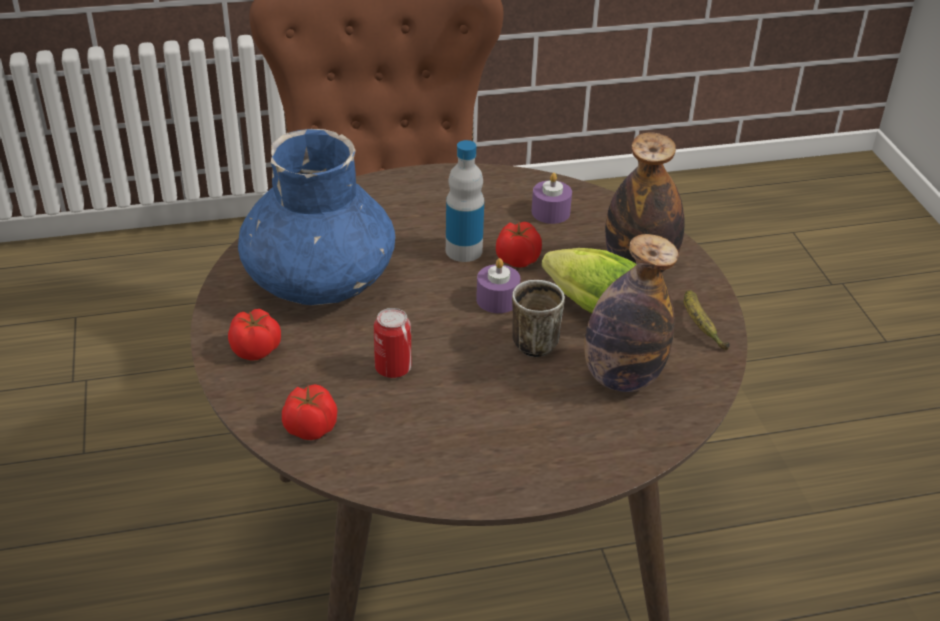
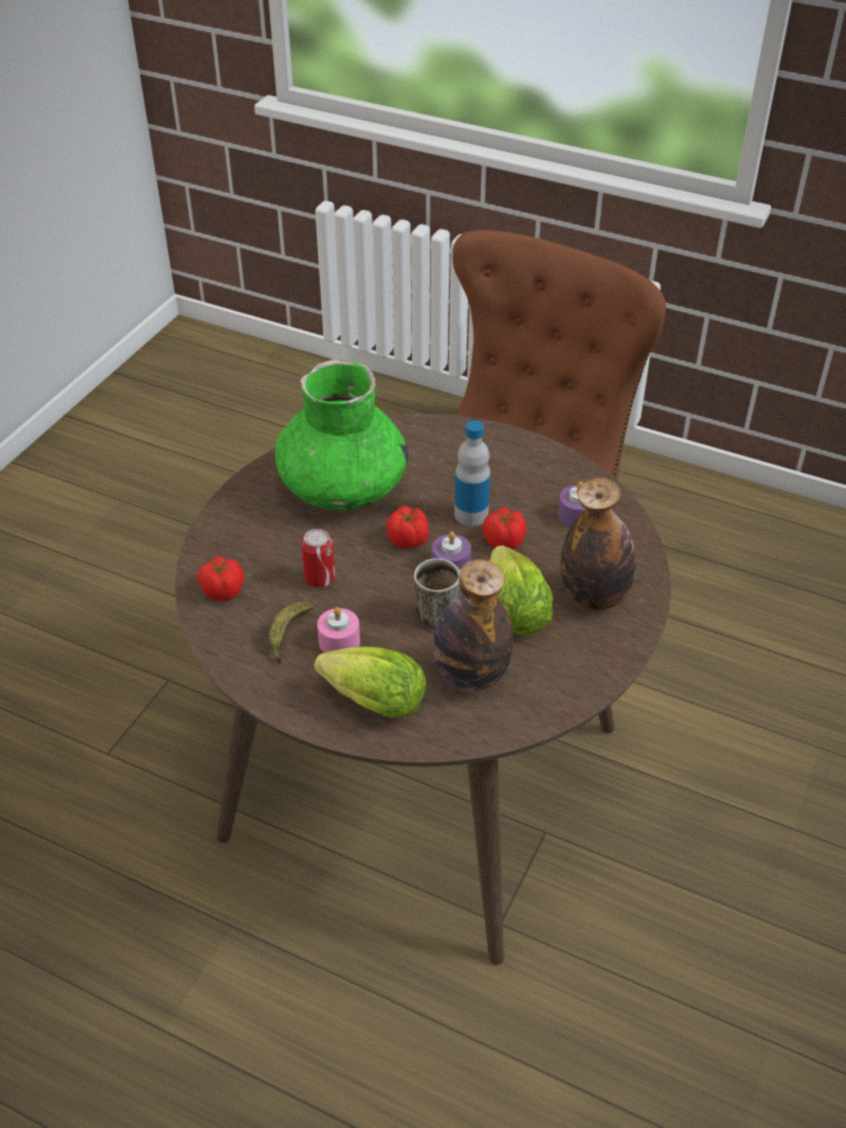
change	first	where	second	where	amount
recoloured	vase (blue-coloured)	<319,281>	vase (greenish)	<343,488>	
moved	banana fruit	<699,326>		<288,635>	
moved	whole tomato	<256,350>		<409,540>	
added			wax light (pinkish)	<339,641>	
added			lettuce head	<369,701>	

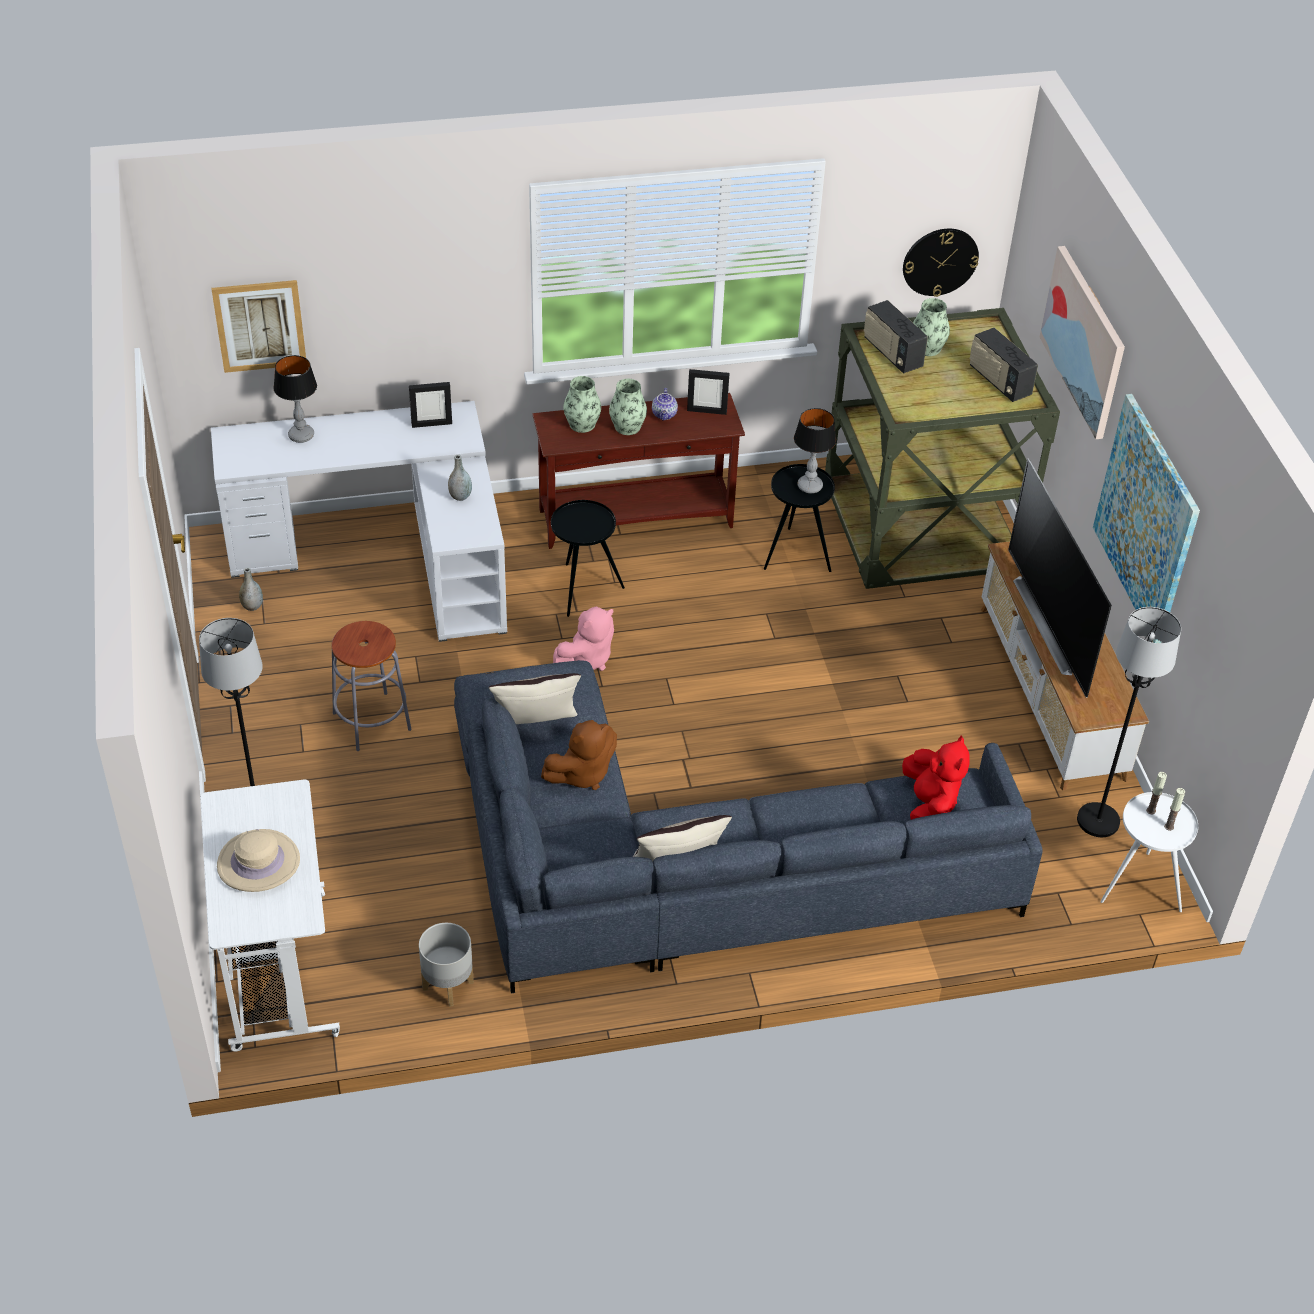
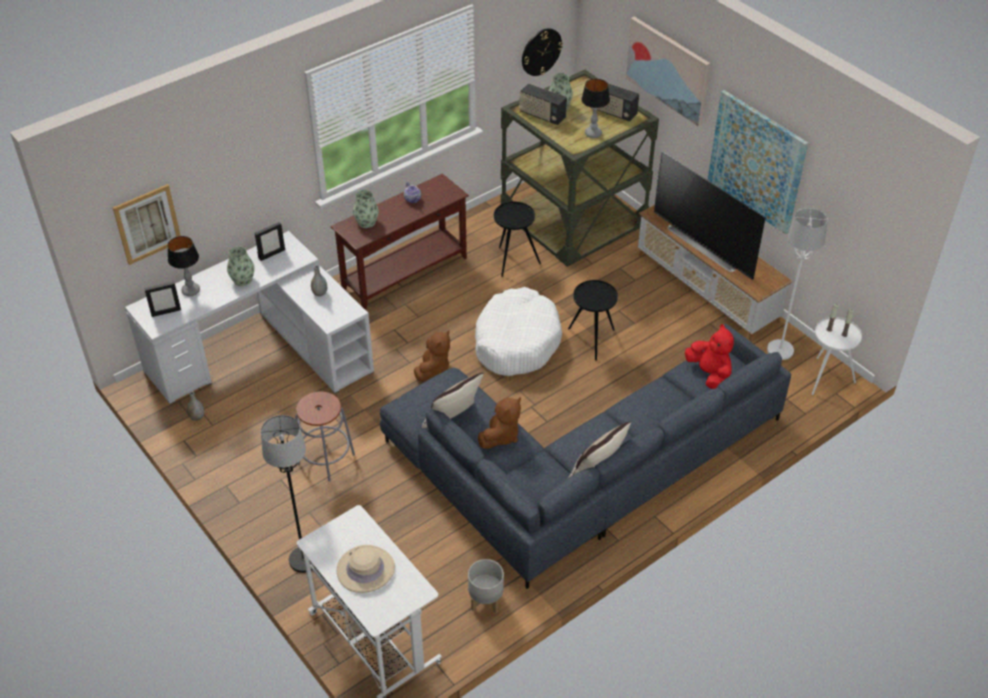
change	first	where	second	where	amount
moved	photo frame	<707,410>		<166,311>	
moved	vase	<627,427>		<243,279>	
moved	tabletop lamp	<809,486>		<593,134>	
moved	end table (blackish)	<583,591>		<591,341>	
recoloured	plush toy (pinkish)	<587,658>	plush toy (brownish)	<433,368>	
recoloured	floor lamp (blackish)	<1098,821>	floor lamp (white)	<780,350>	
added			pet bed (white)	<516,342>	

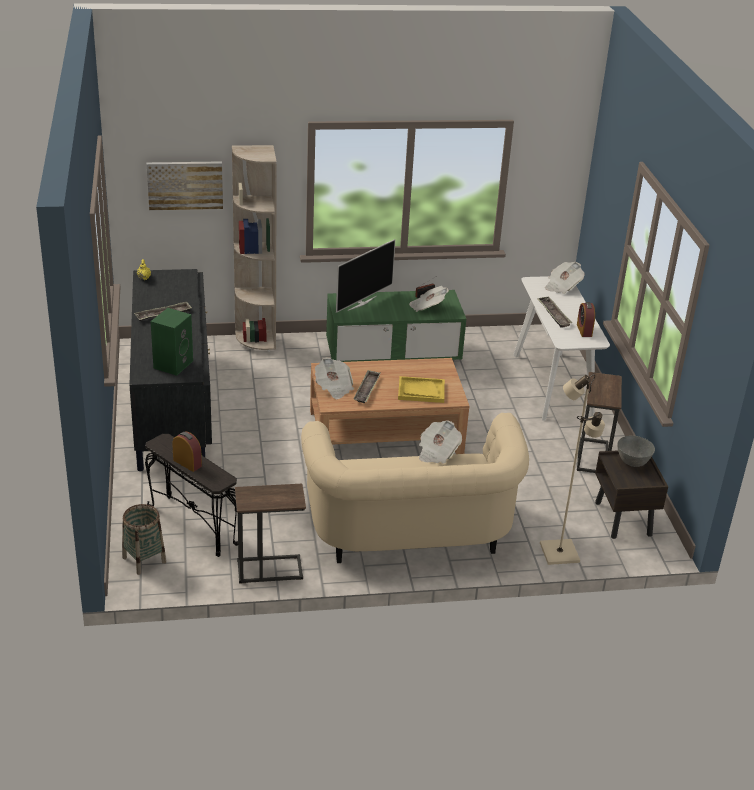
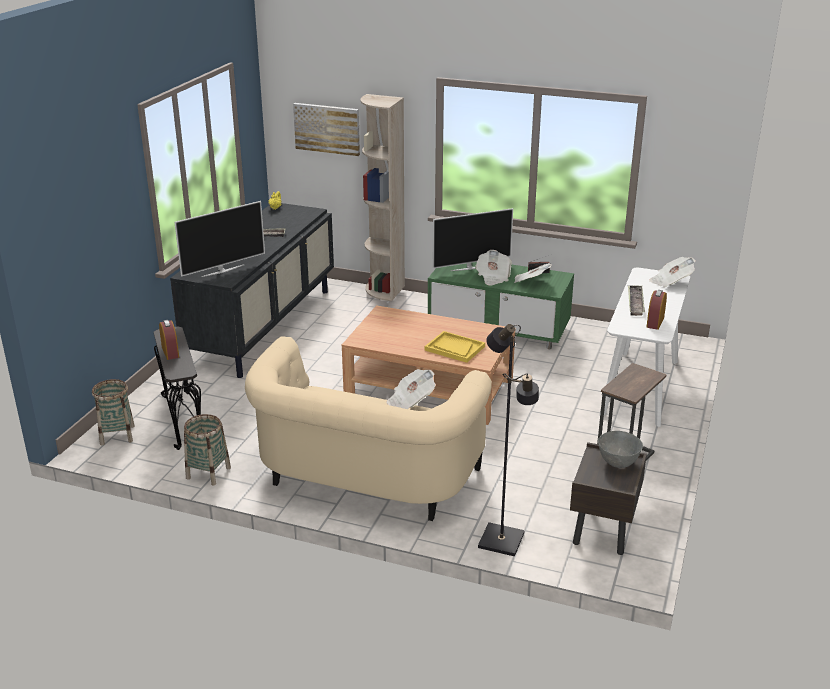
change	first	where	second	where	amount
replaced	speaker (greenish)	<173,364>	television	<222,270>	
moved	printed paper	<334,387>		<493,277>	
removed	serving tray	<367,389>			
recoloured	floor lamp (beige-coloured)	<559,553>	floor lamp (blackish)	<501,540>	
replaced	end table (brownish)	<269,570>	basket	<208,473>	

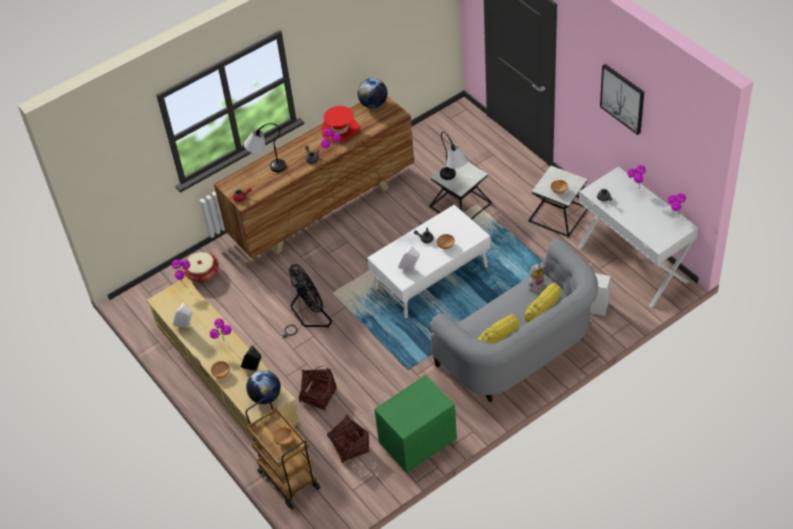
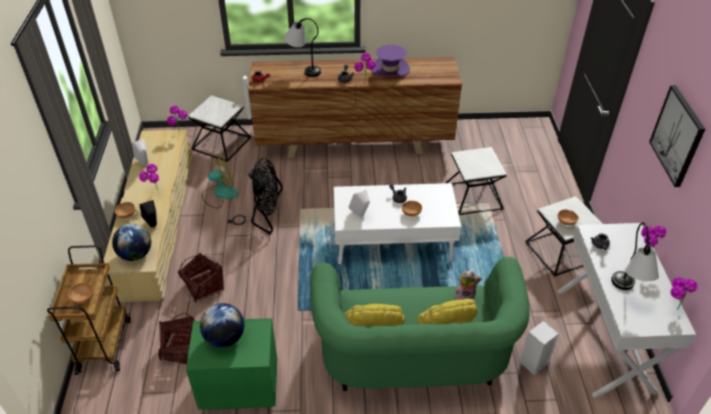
change	first	where	second	where	amount
moved	world globe	<373,104>		<225,338>	
recoloured	clothing hat (red-coloured)	<340,129>	clothing hat (purple)	<390,69>	
moved	tabletop lamp	<453,180>		<626,293>	
recoloured	settee (grey)	<517,352>	settee (greenish)	<413,357>	
replaced	basket	<202,273>	end table	<221,143>	
added			electric fan	<220,193>	

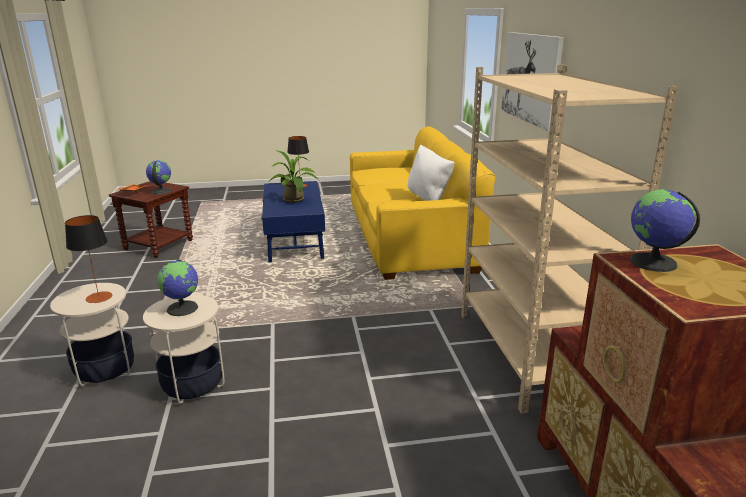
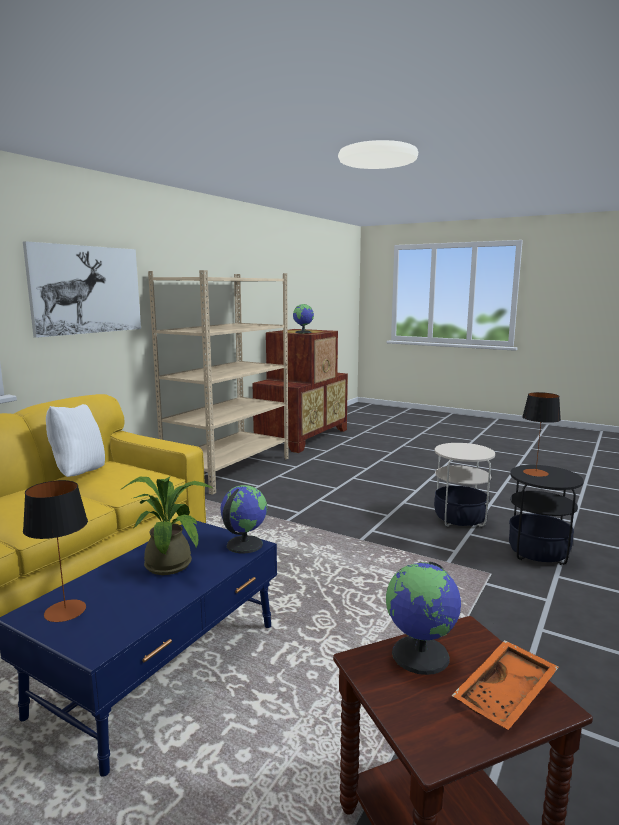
change	first	where	second	where	amount
moved	world globe	<183,308>		<244,544>	
recoloured	end table (beige-coloured)	<105,370>	end table (blackish)	<537,553>	

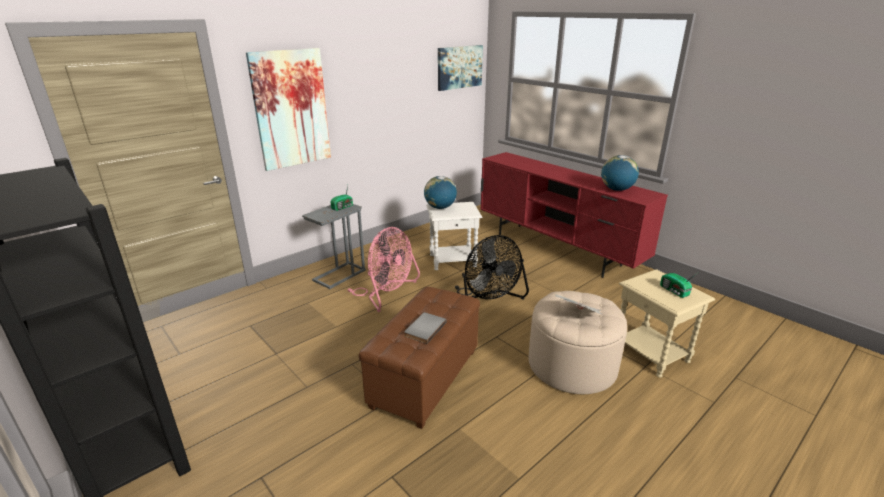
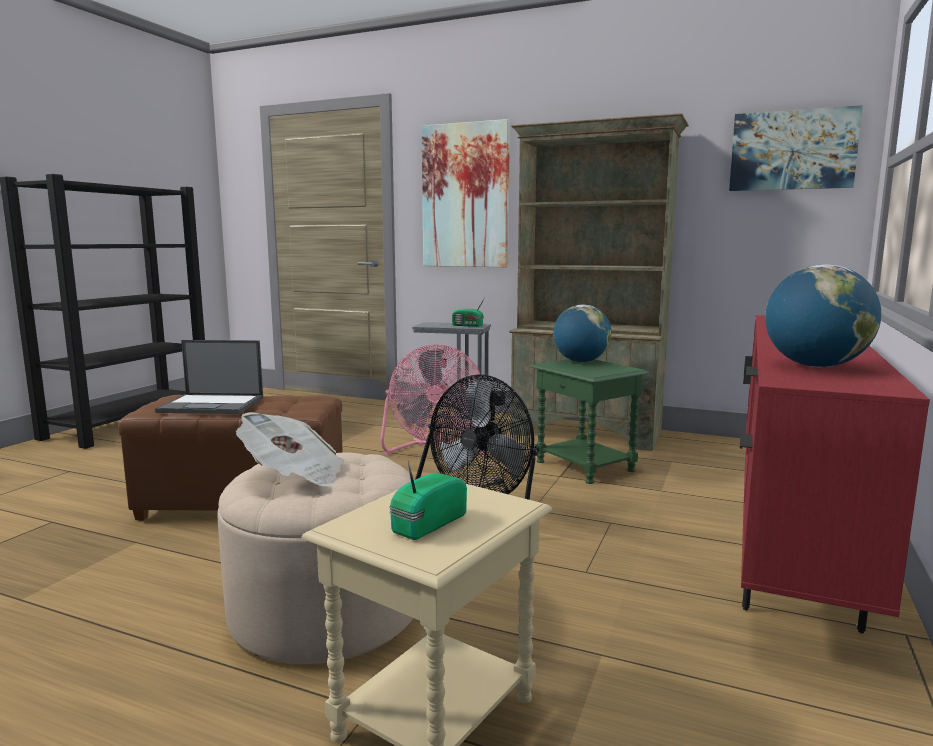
change	first	where	second	where	amount
recoloured	end table (white)	<452,260>	end table (greenish)	<586,466>	
replaced	bound book (grey)	<424,329>	notebook computer	<213,405>	
added			shelving unit (greenish)	<587,432>	

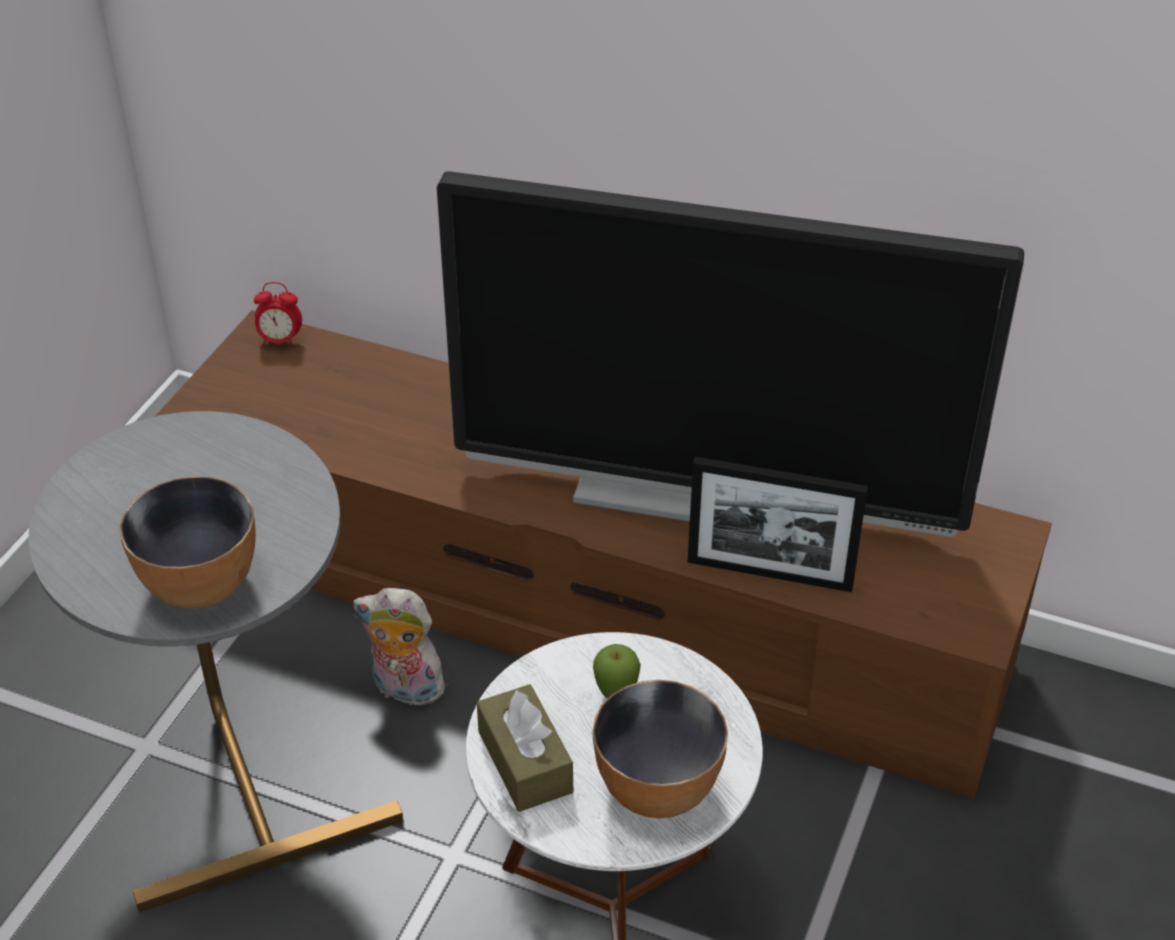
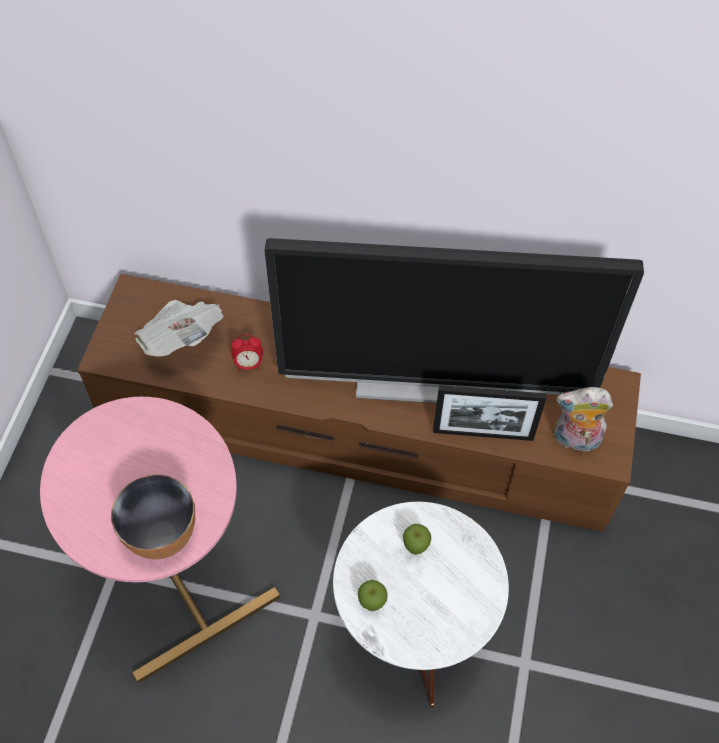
change	first	where	second	where	amount
moved	alarm clock	<280,341>		<249,364>	
recoloured	end table (grey)	<241,773>	end table (pinkish)	<176,579>	
moved	plush toy	<404,689>		<575,440>	
removed	serving bowl	<656,789>			
replaced	box of tissues (brownish)	<525,762>	whole apple	<372,604>	
added			printed paper	<181,339>	

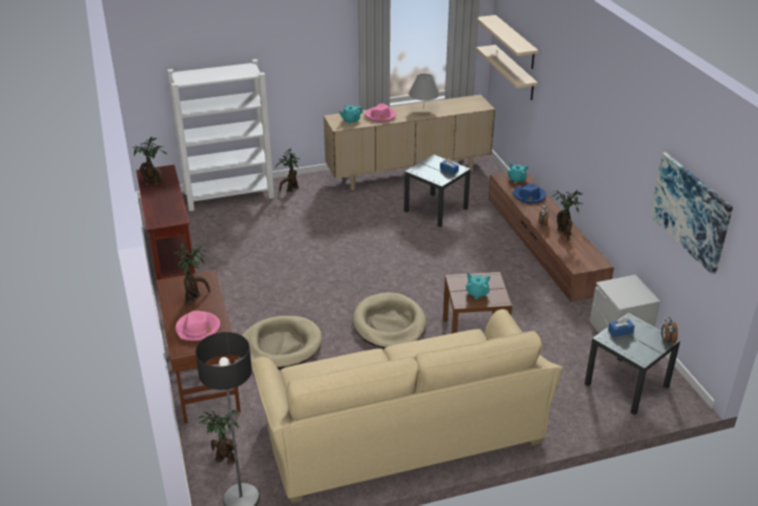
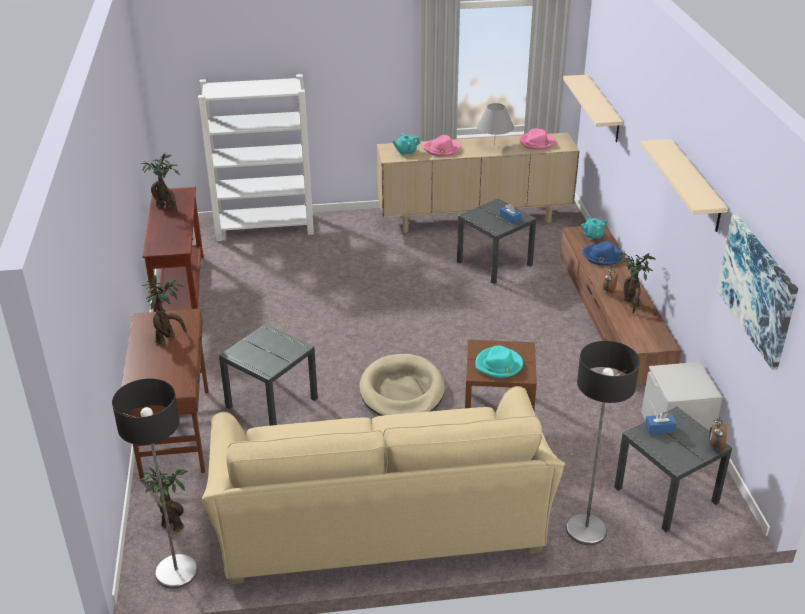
change	first	where	second	where	amount
moved	shelf (beige-coloured)	<515,42>		<695,185>	
removed	potted plant	<290,190>			
replaced	teapot (turquoise)	<477,293>	clothing hat (turquoise)	<499,365>	
moved	clothing hat (pinkish)	<198,328>		<537,143>	
replaced	pet bed (beige-coloured)	<280,346>	end table (grey)	<270,403>	
added			floor lamp	<586,530>	

